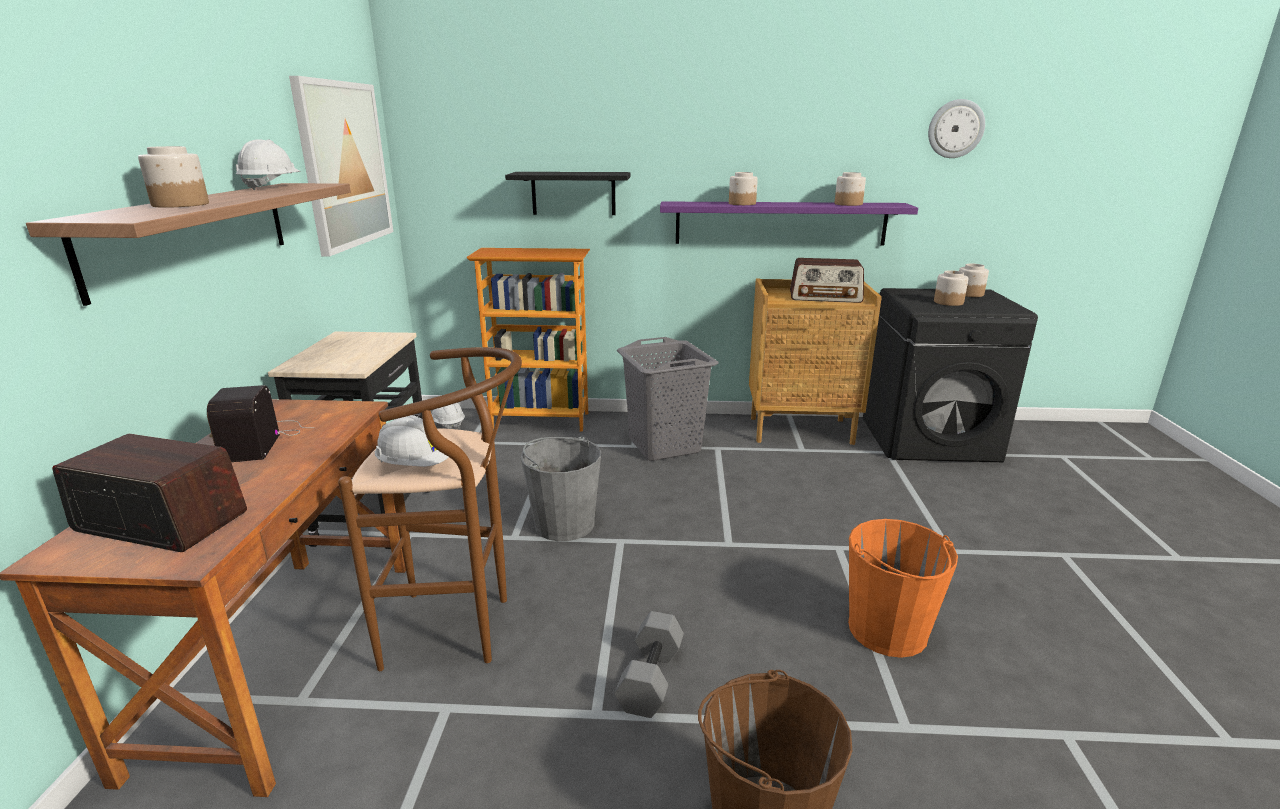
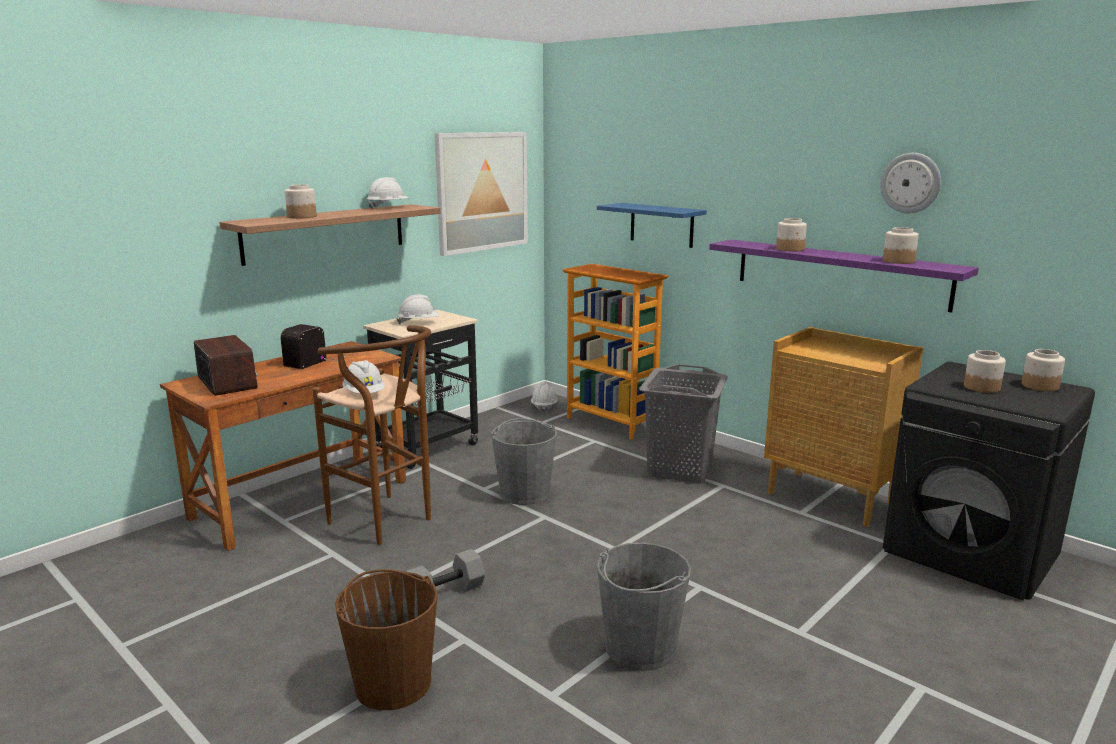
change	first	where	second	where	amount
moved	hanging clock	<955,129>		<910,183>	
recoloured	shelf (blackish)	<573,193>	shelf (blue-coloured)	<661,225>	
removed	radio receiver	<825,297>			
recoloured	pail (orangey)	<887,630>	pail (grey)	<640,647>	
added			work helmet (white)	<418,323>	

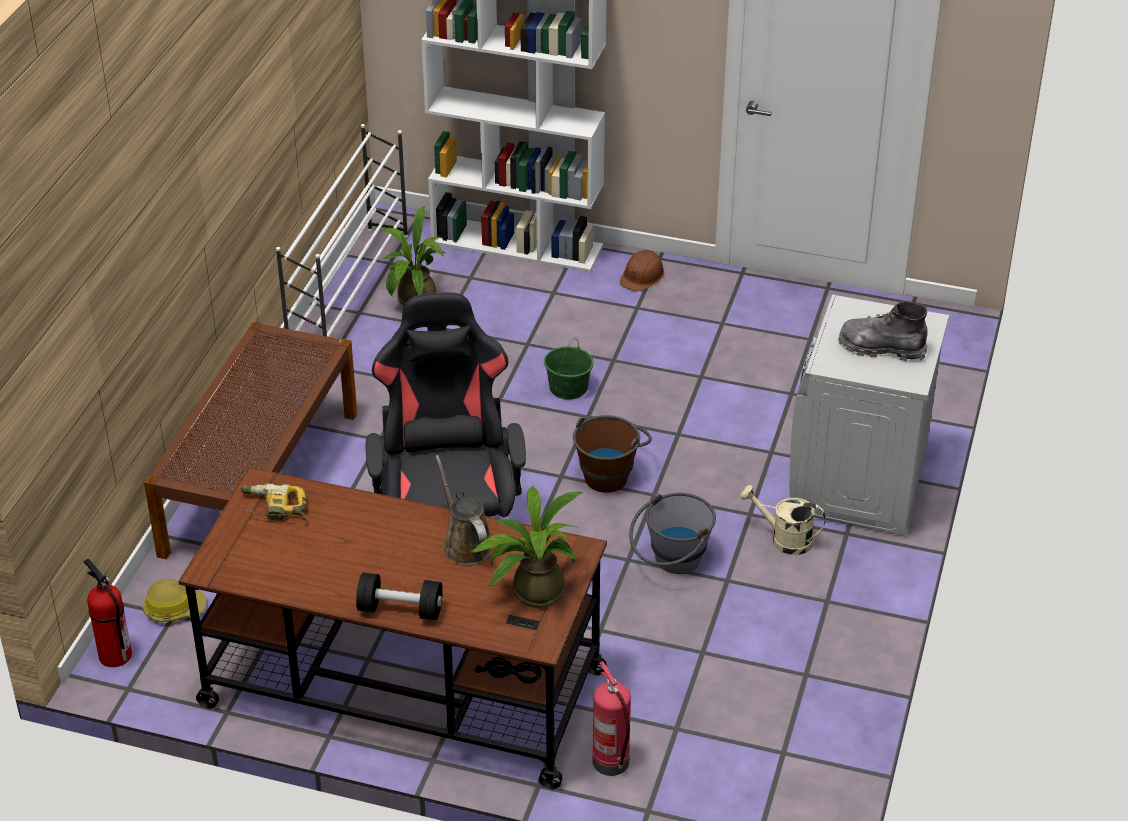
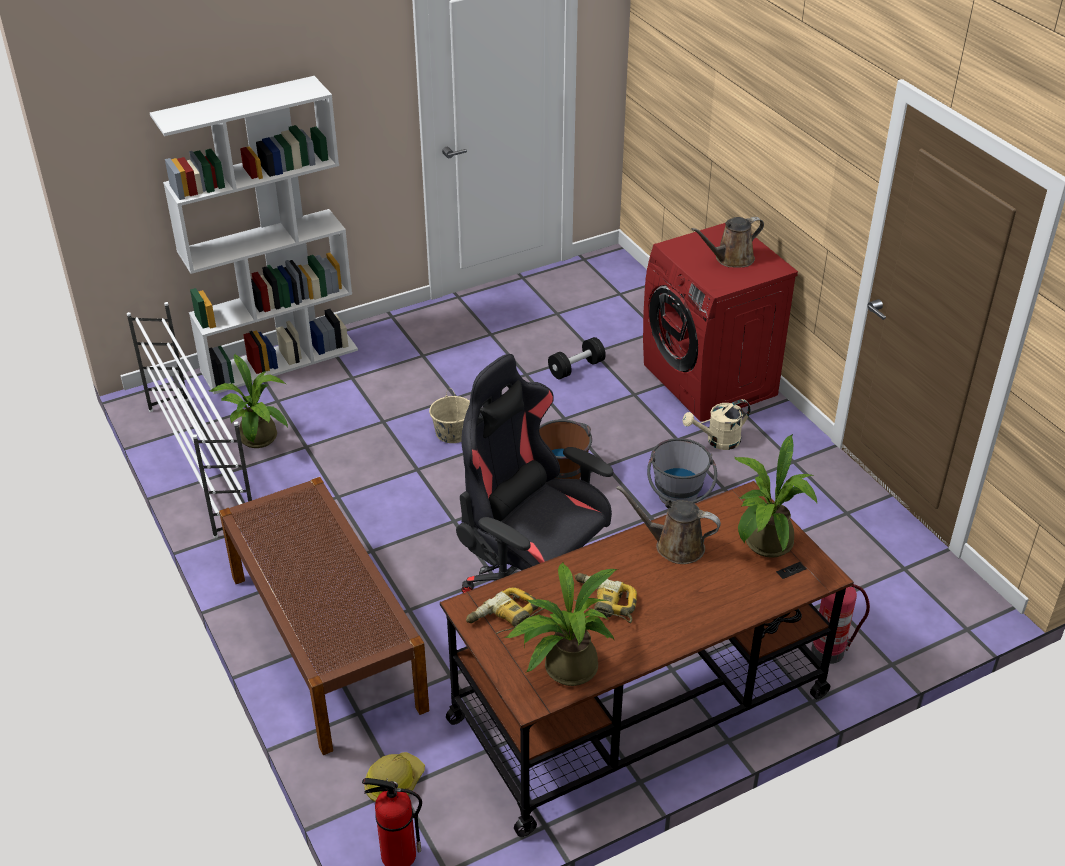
change	first	where	second	where	amount
removed	work helmet (brownish)	<642,276>			
recoloured	laundry machine (white)	<857,485>	laundry machine (red-coloured)	<709,382>	
replaced	tall boot (grey)	<881,348>	sprinkling can (brownish)	<731,259>	
recoloured	pail (greenish)	<568,387>	pail (beige-coloured)	<452,432>	
moved	dumbbell (blackish)	<400,610>		<576,368>	
added			potted plant	<564,669>	
added			power drill	<602,603>	

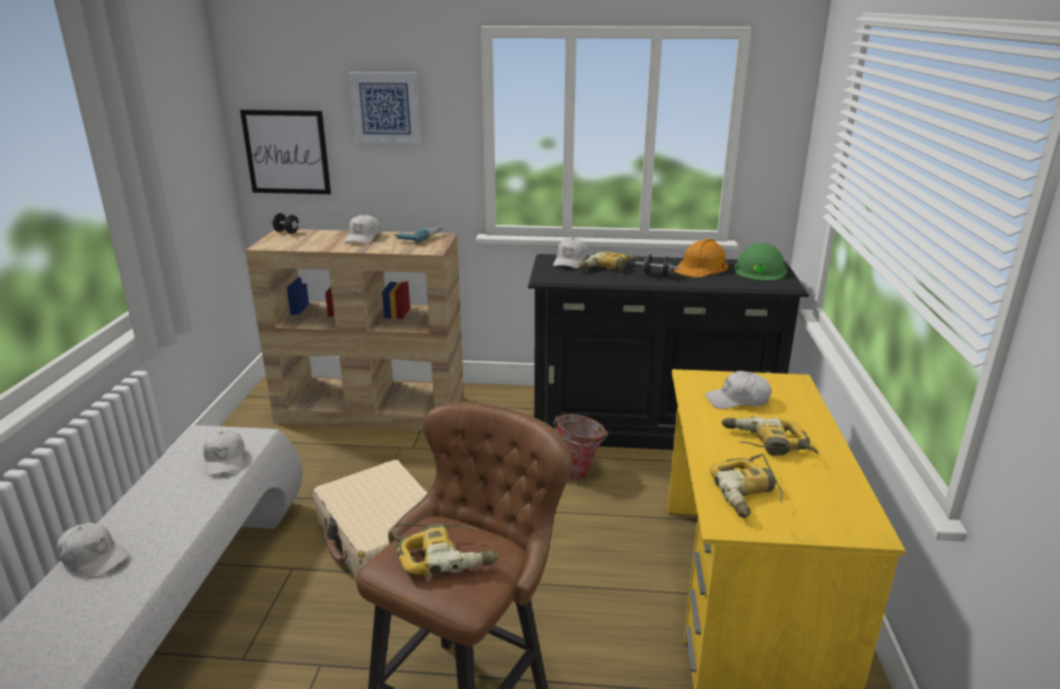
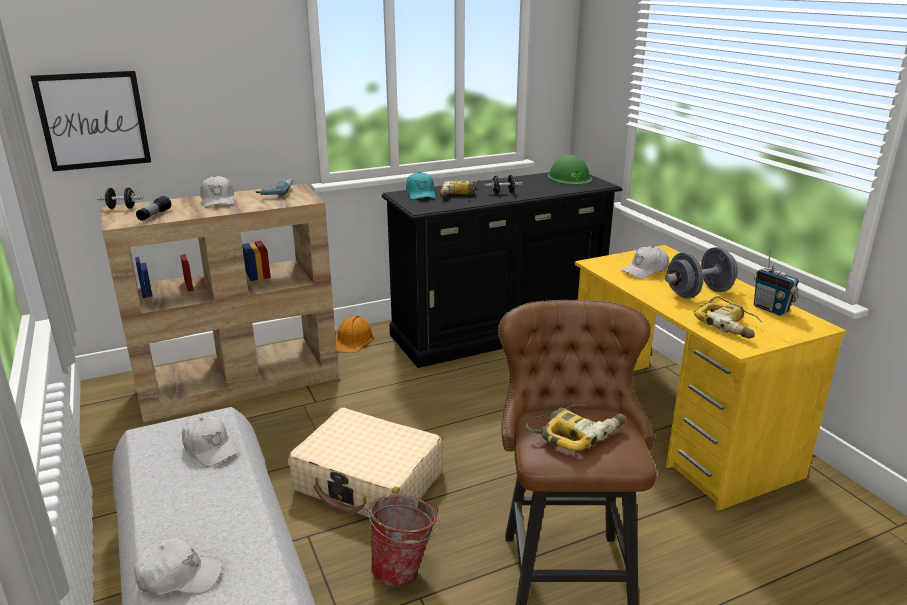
change	first	where	second	where	amount
removed	picture	<385,107>			
recoloured	peaked cap (white)	<570,261>	peaked cap (turquoise)	<421,194>	
moved	work helmet (orangey)	<701,267>		<353,340>	
moved	pail	<578,472>		<405,569>	
replaced	power drill	<766,444>	dumbbell (grey)	<698,293>	
added			torch	<154,215>	
added			radio receiver	<771,309>	

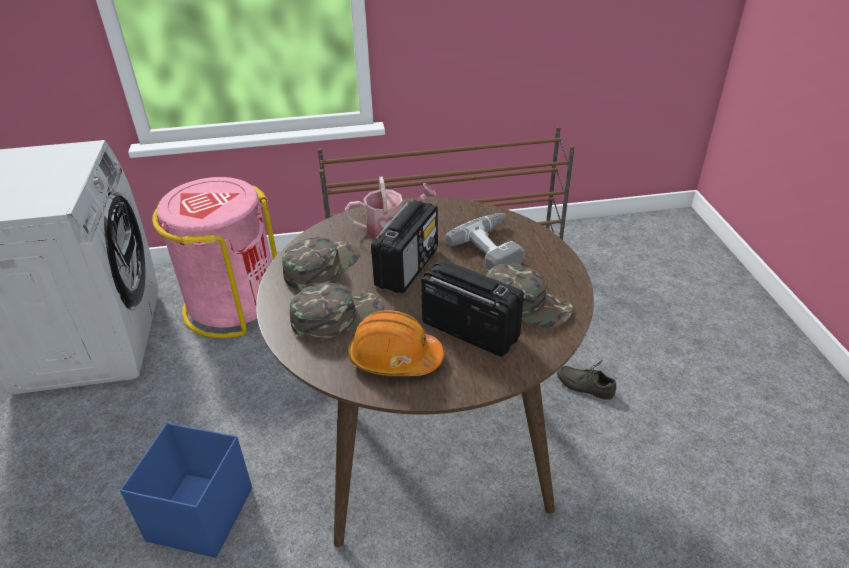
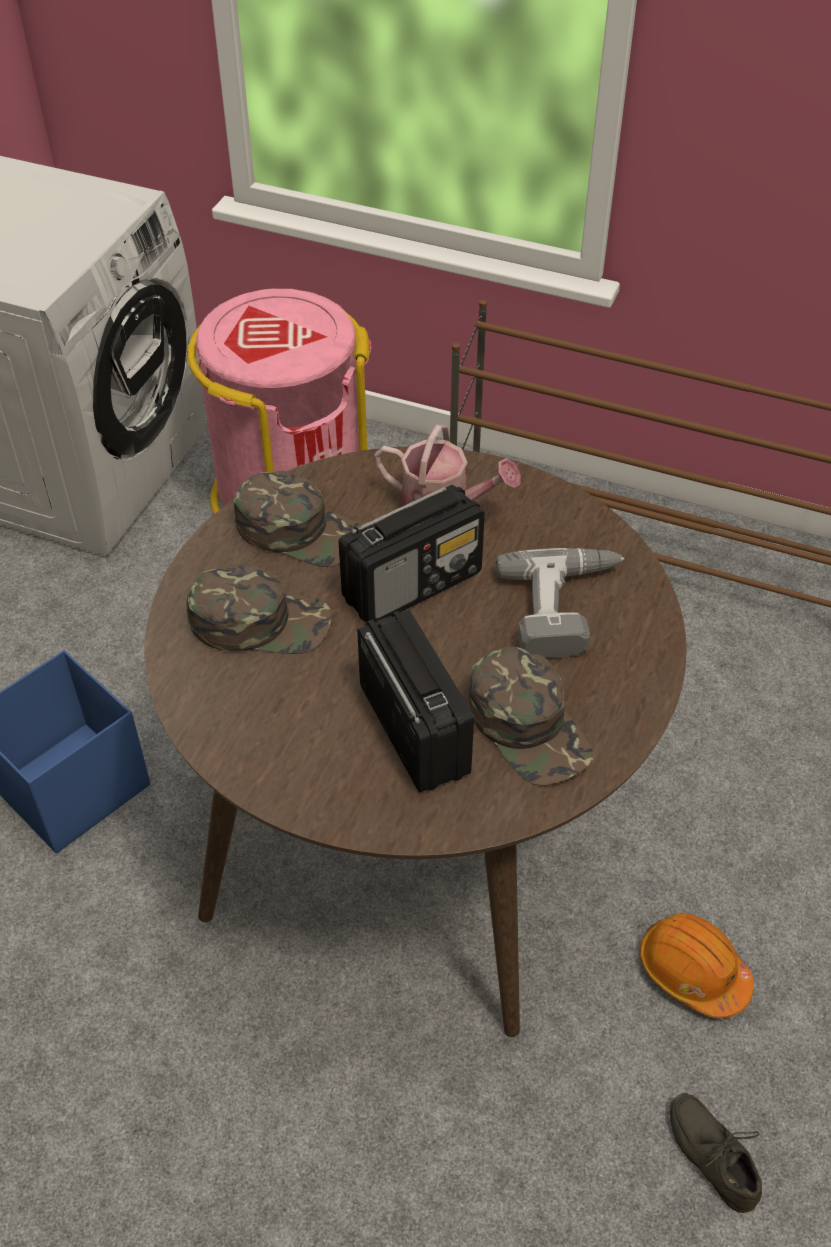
change	first	where	second	where	amount
turned	peaked cap (greenish)	<321,266>		<299,530>	45 degrees clockwise
moved	work helmet (orangey)	<394,358>		<692,971>	
moved	item of footwear (grey)	<585,385>		<715,1153>	

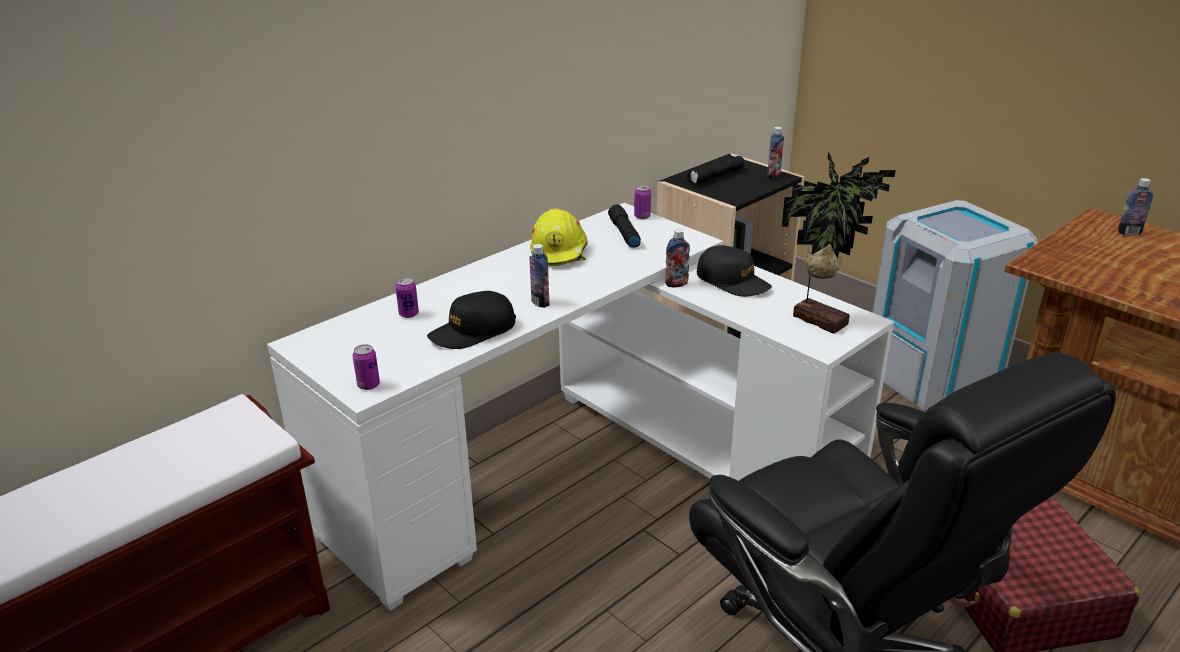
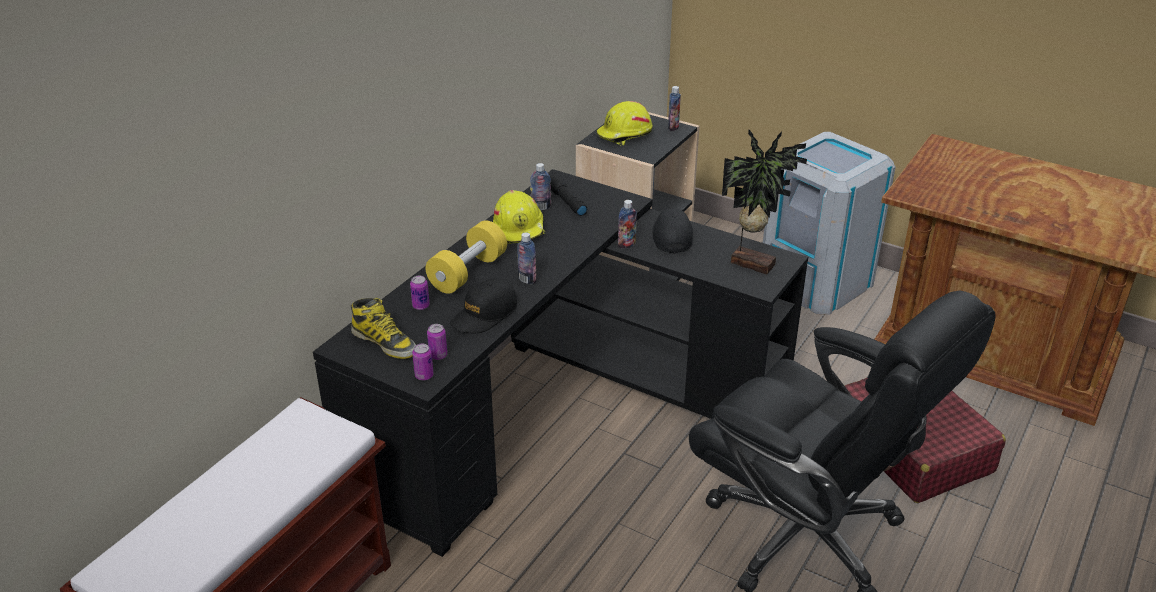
change	first	where	second	where	amount
replaced	torch (blackish)	<716,177>	work helmet (yellow-coloured)	<625,134>	
moved	drink bottle	<1129,233>		<541,207>	
moved	metal can	<642,216>		<438,355>	
recoloured	desk table (white)	<587,469>	desk table (blackish)	<559,410>	
turned	peaked cap (blackish)	<733,281>		<671,236>	120 degrees counterclockwise
added			dumbbell (yellow-coloured)	<468,272>	
added			tall boot	<385,342>	

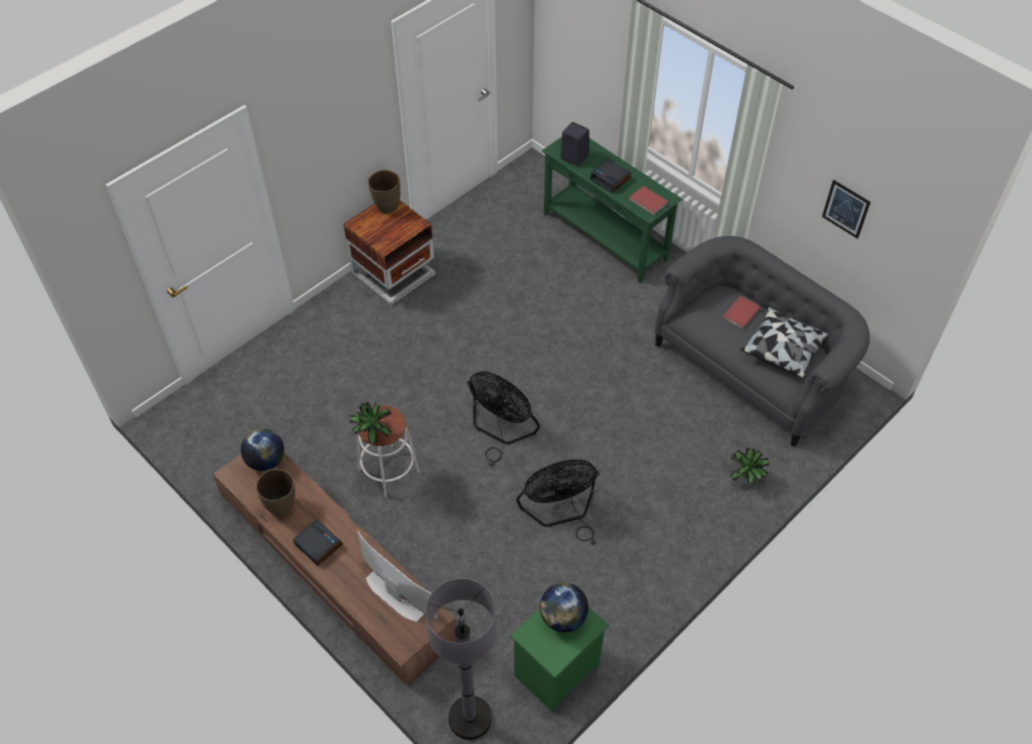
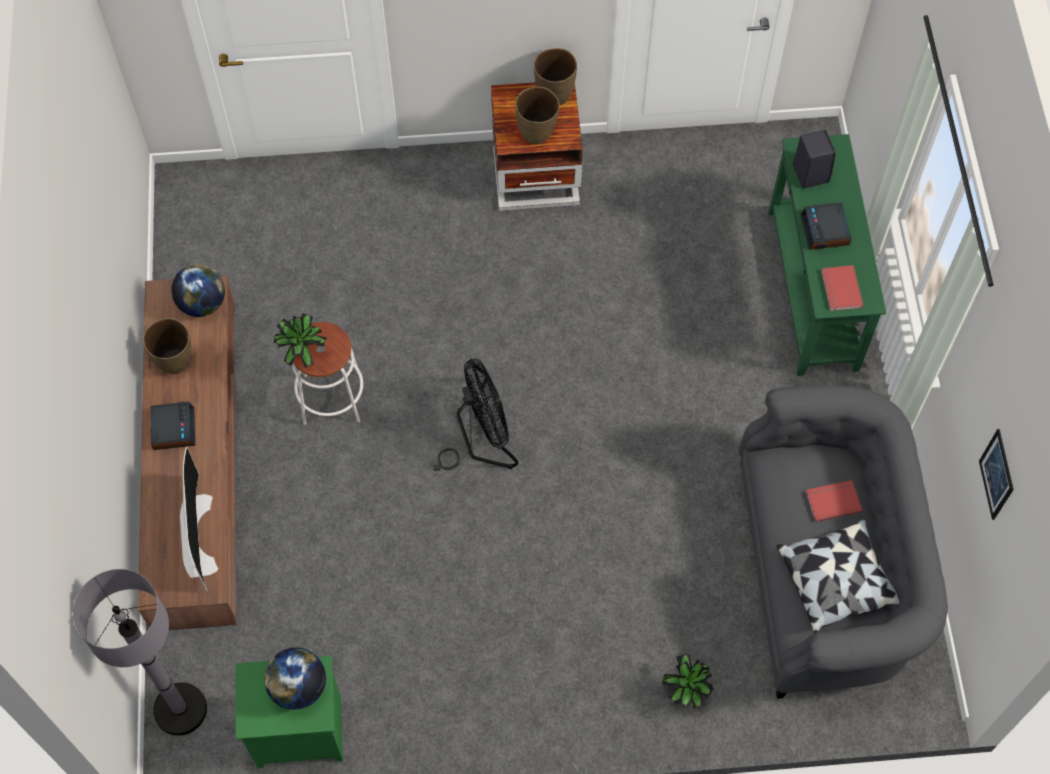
change	first	where	second	where	amount
removed	electric fan (blackish)	<564,512>			
added			vase (brownish)	<537,134>	

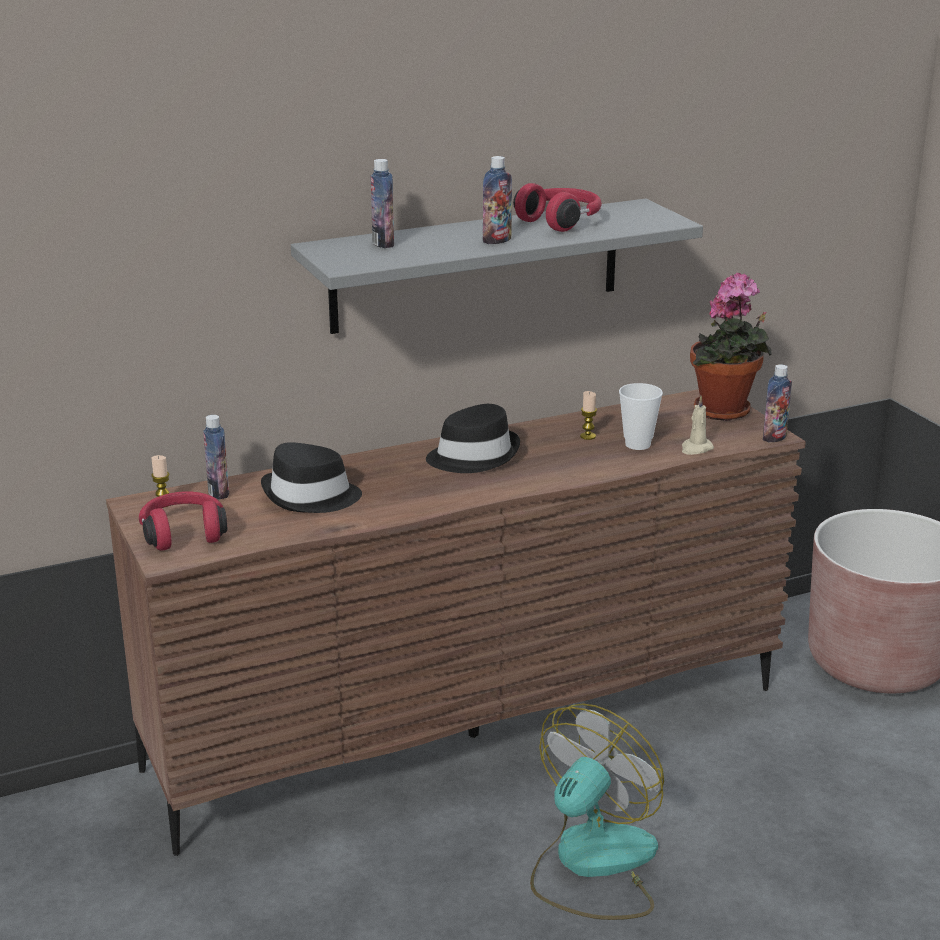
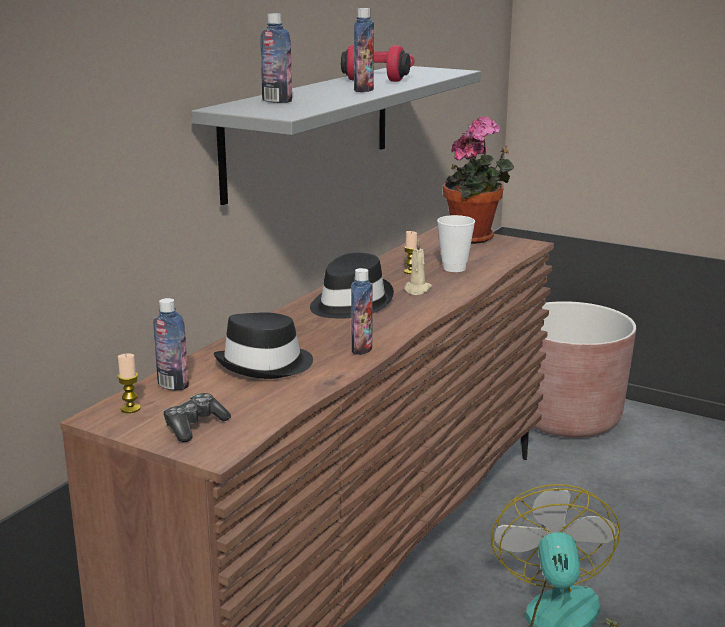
change	first	where	second	where	amount
moved	drink bottle	<774,438>		<361,349>	
moved	wax light (beige-coloured)	<696,449>		<417,290>	
replaced	headset (red-coloured)	<183,533>	joypad	<194,426>	

